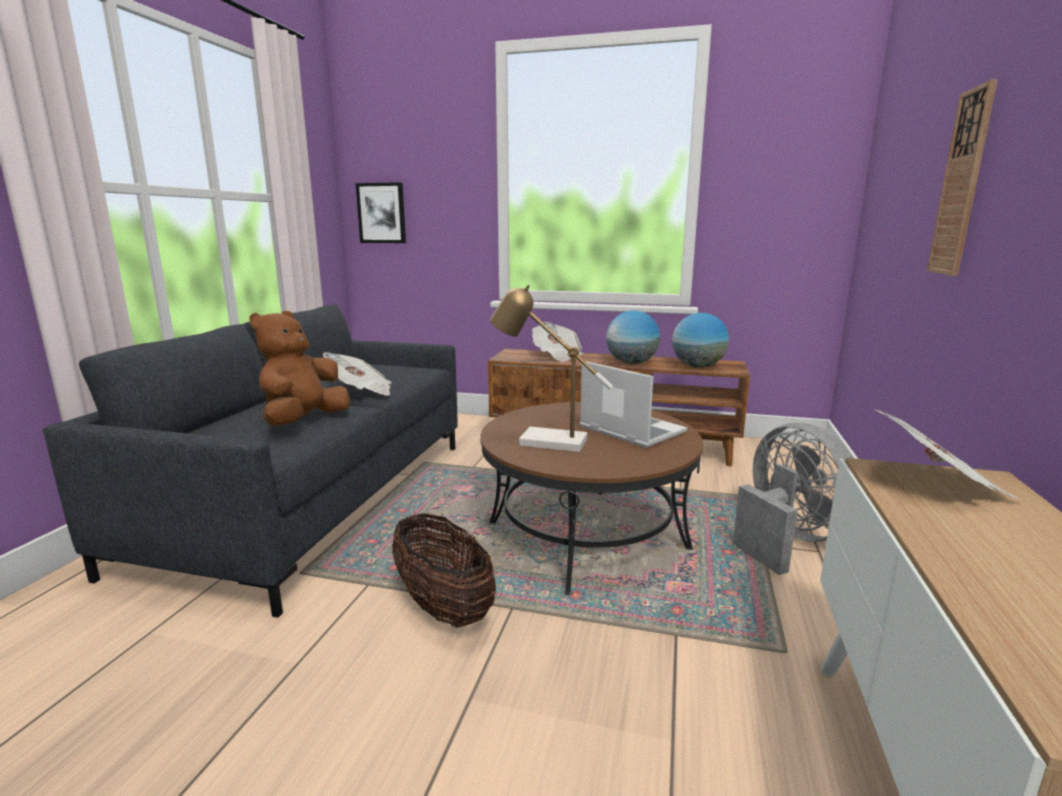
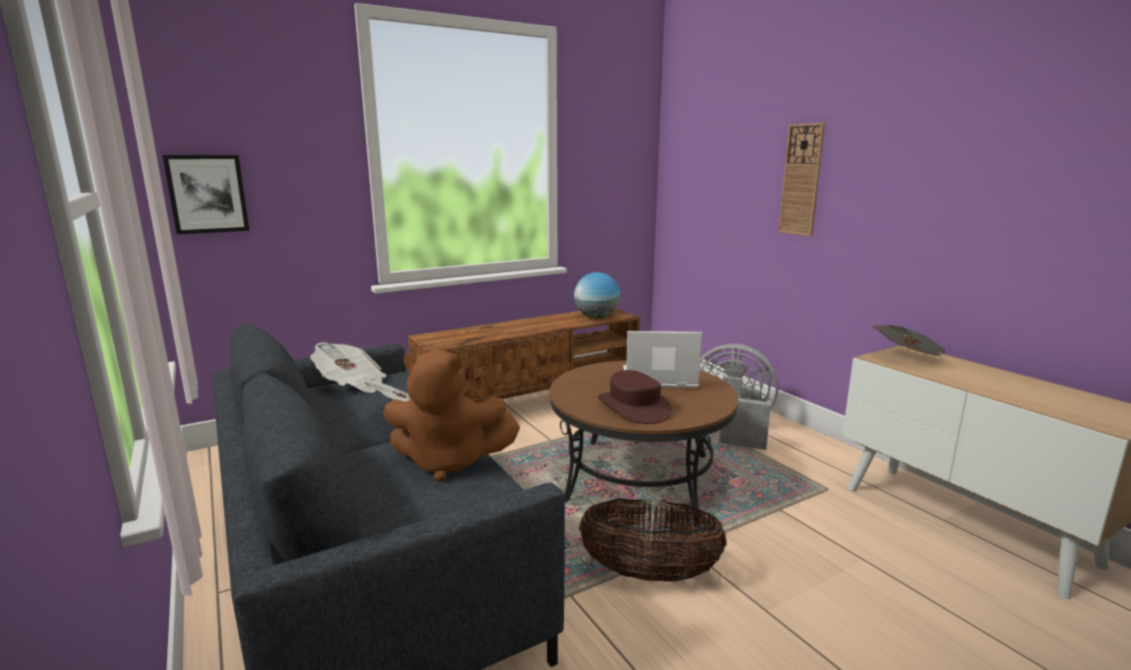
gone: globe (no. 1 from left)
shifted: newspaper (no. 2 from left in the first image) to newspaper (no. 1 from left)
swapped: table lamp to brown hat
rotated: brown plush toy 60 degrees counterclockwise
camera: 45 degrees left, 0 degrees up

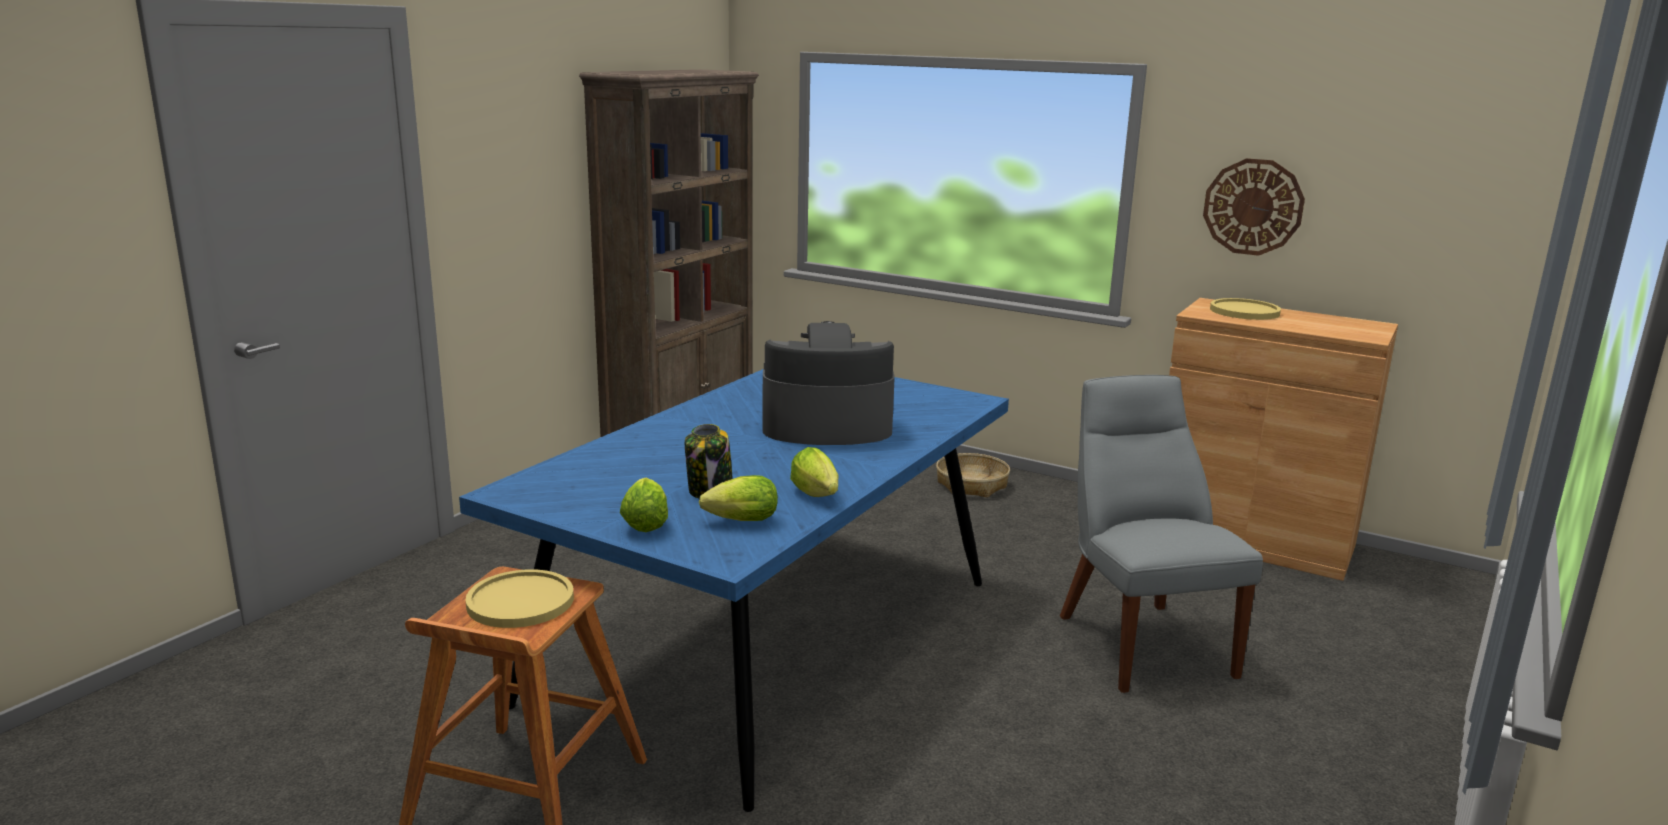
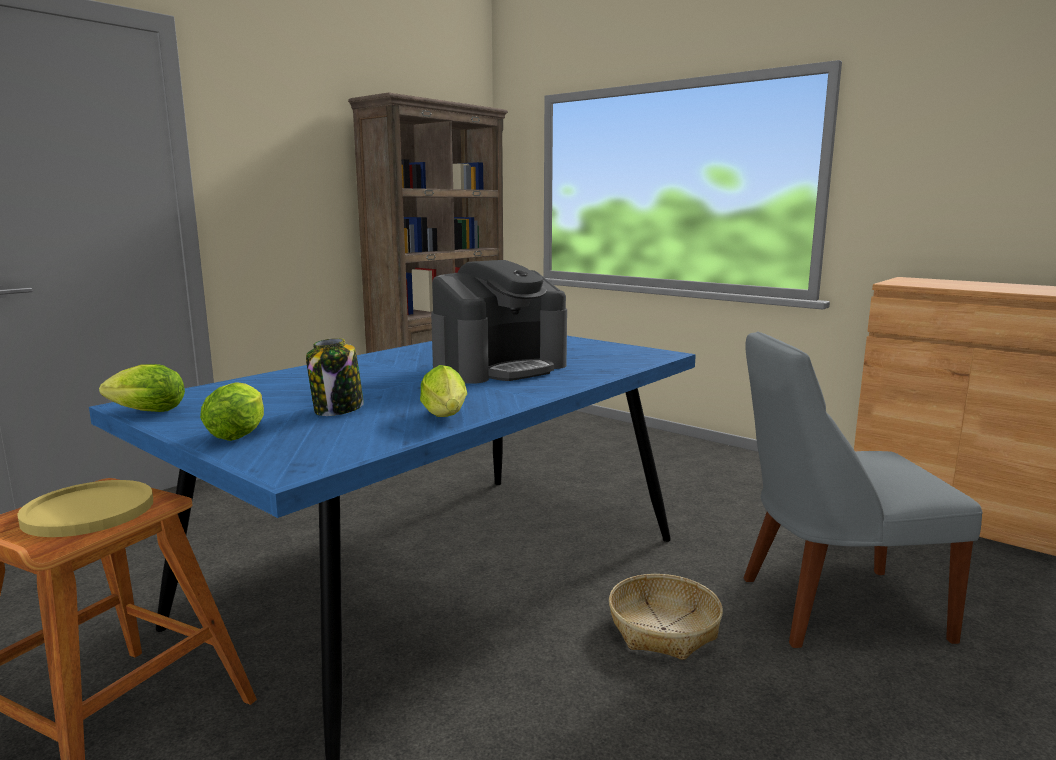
gone: wall clock; yellow plate (no. 2 from left)
shifted: basket; lettuce (no. 2 from left in the first image) to lettuce (no. 1 from left)
rotated: coffee machine 135 degrees clockwise; grey chair 90 degrees counterclockwise
camera: 10 degrees right, 5 degrees down

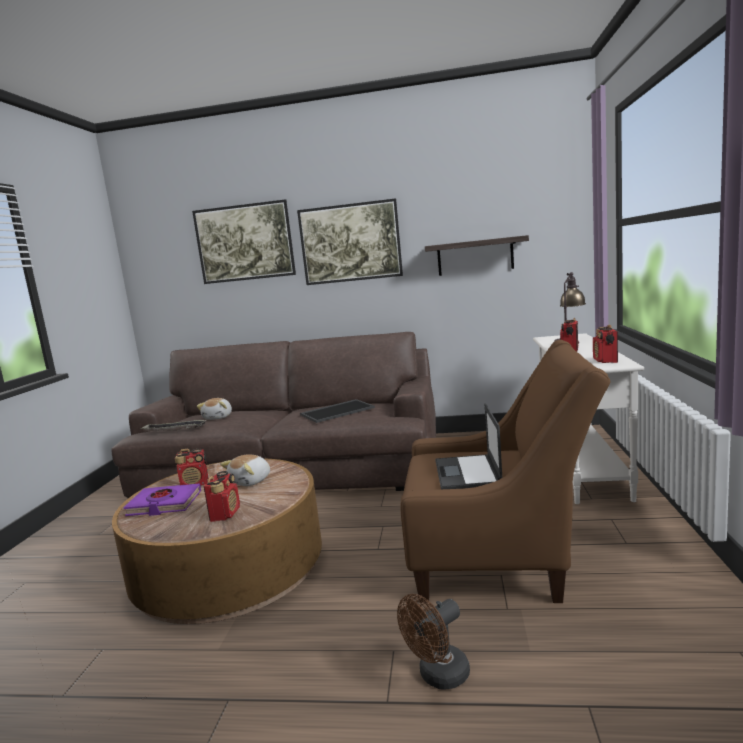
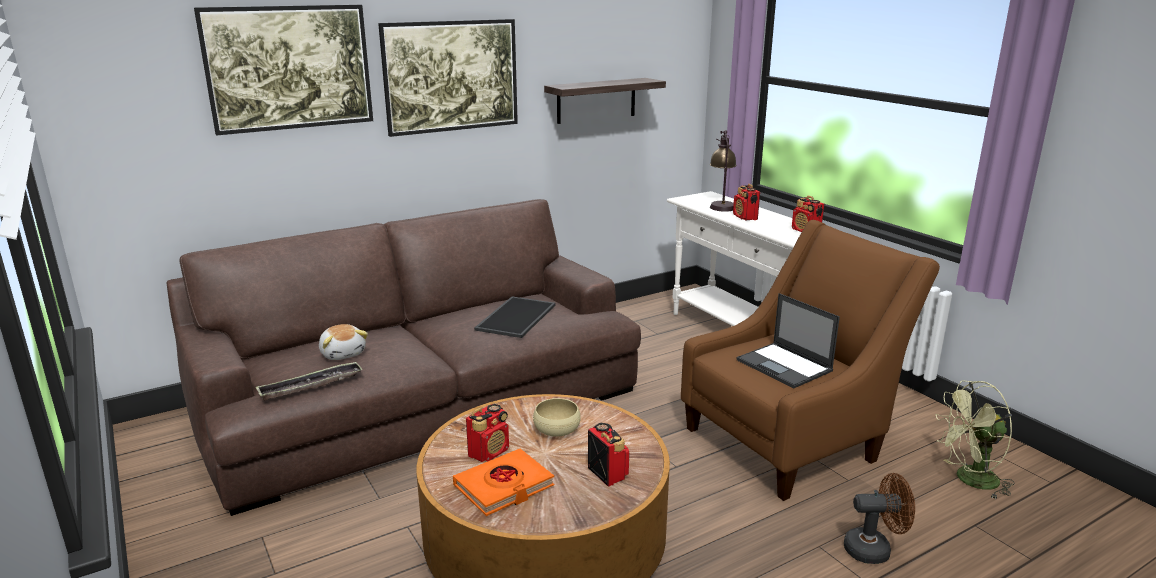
new: green fan
swapped: plush toy (no. 2 from left) to beige bowl
repainted: purple book to orange book
rotated: brown fan 105 degrees counterclockwise
camera: 40 degrees left, 10 degrees up

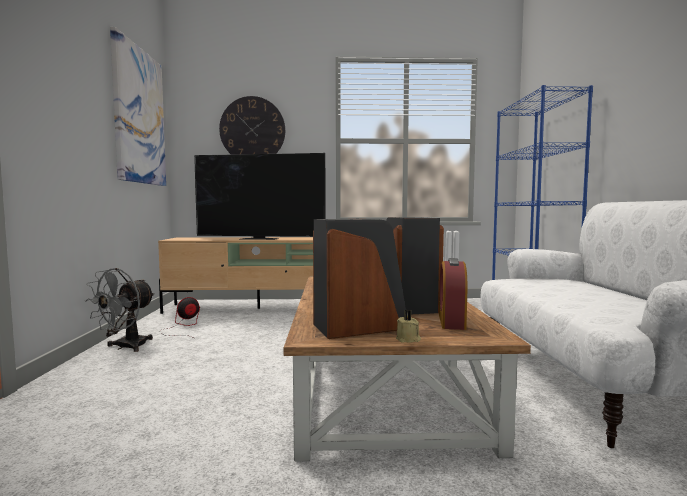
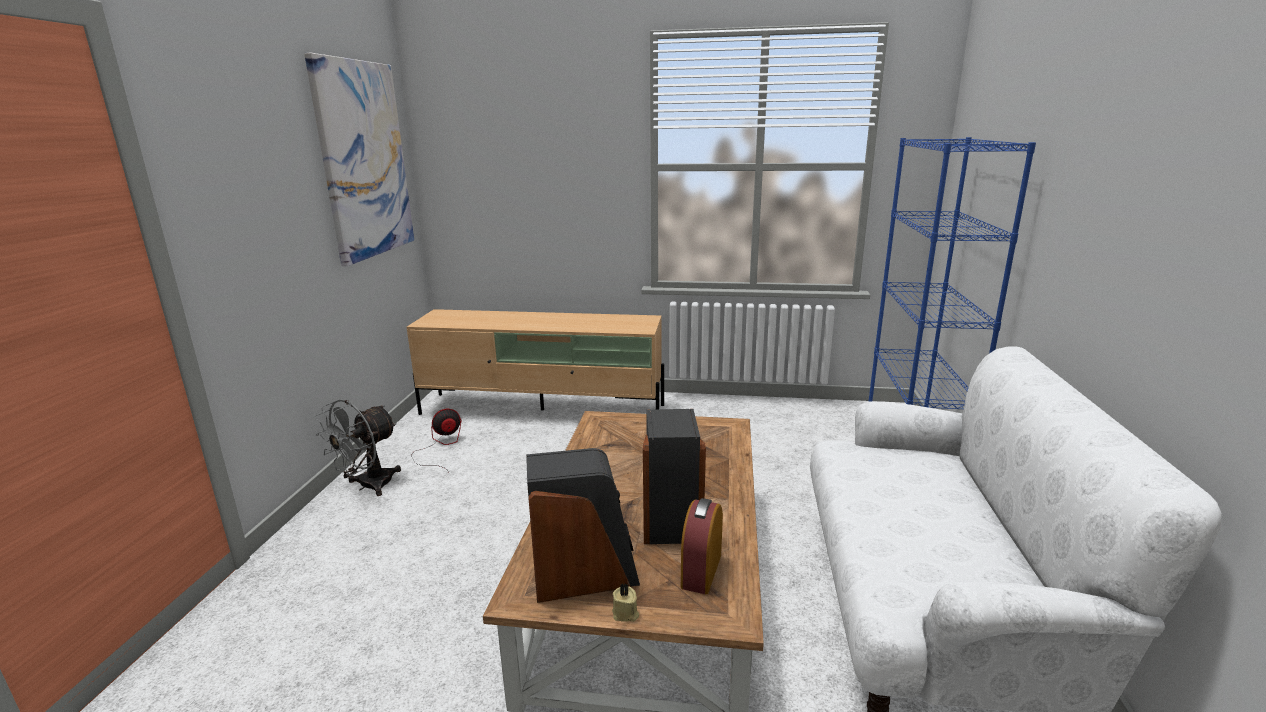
gone: wall clock; television
camera: 10 degrees right, 15 degrees up

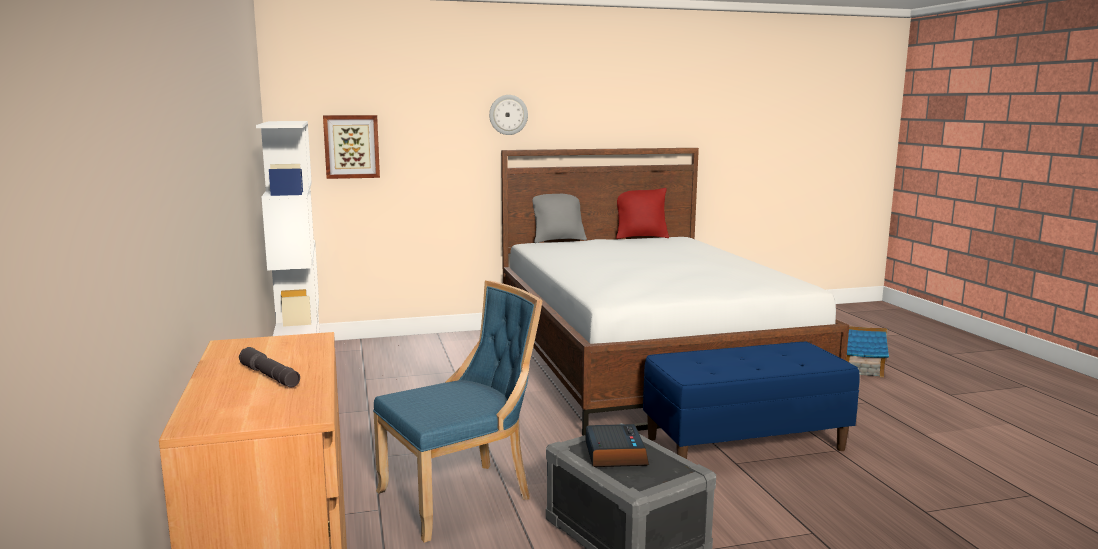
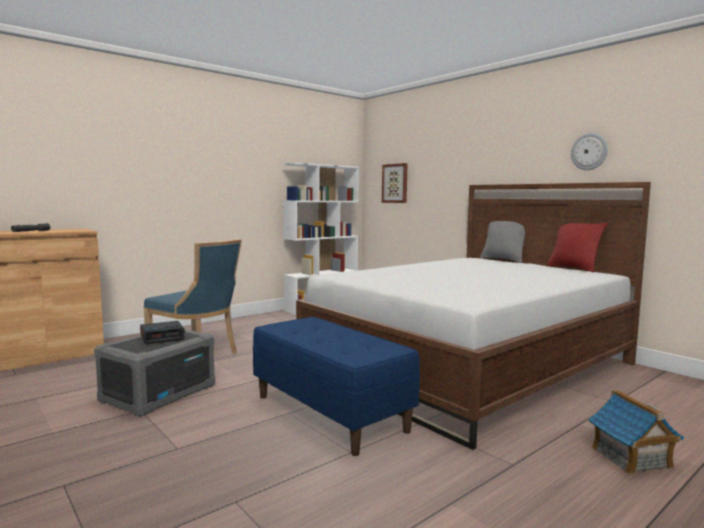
shifted: wall clock
camera: 65 degrees right, 5 degrees down

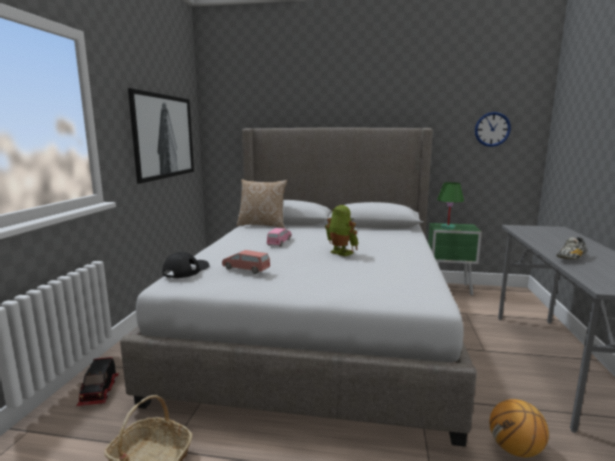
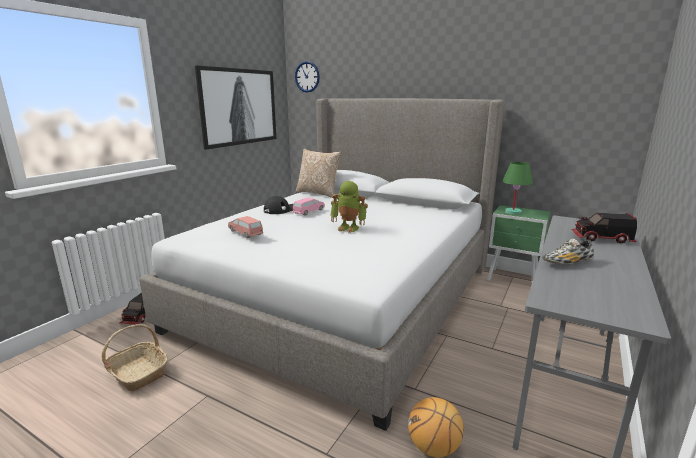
new: toy truck (no. 2 from left)
shifted: wall clock; black cap
rotated: toy robot 135 degrees clockwise
camera: 20 degrees right, 5 degrees up

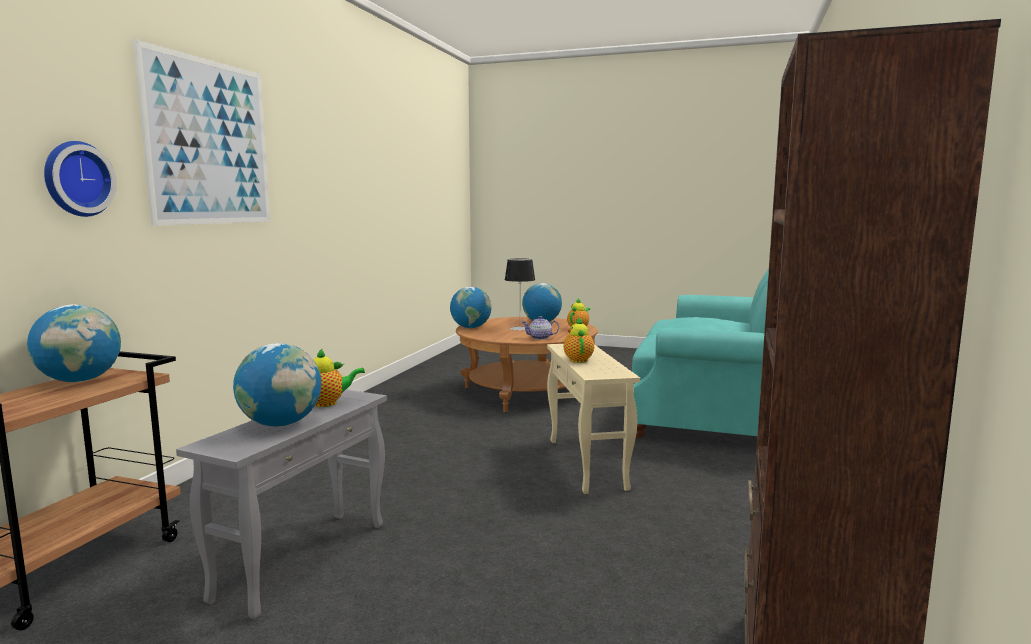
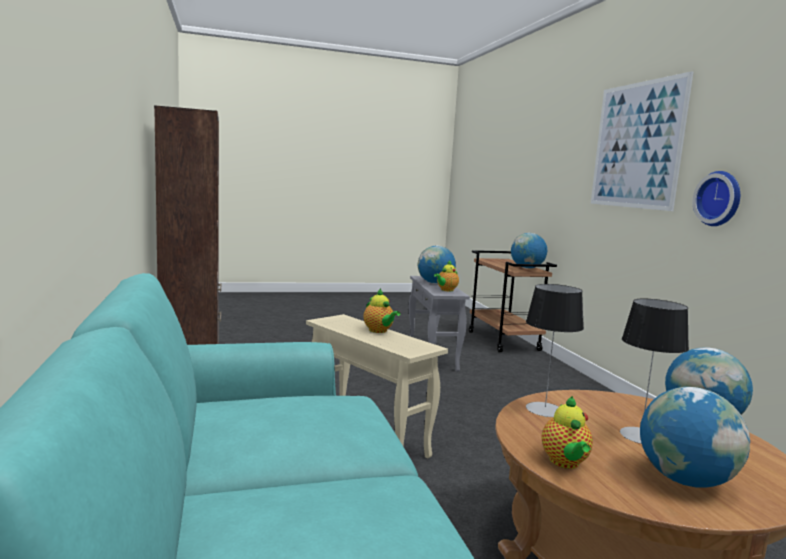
shifted: wall clock
swapped: teapot (no. 2 from left) to table lamp (no. 1 from left)
camera: 145 degrees right, 0 degrees up

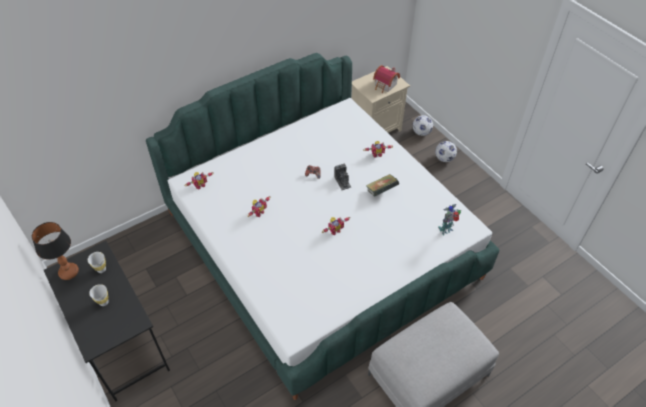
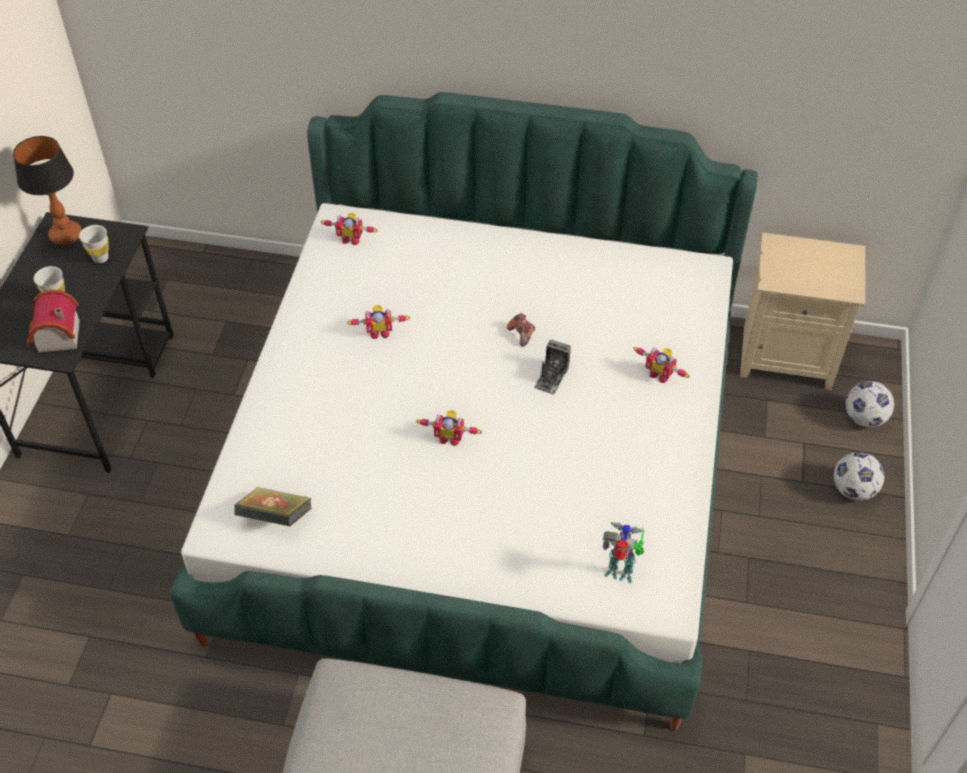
shifted: toy house; book
camera: 45 degrees right, 0 degrees up

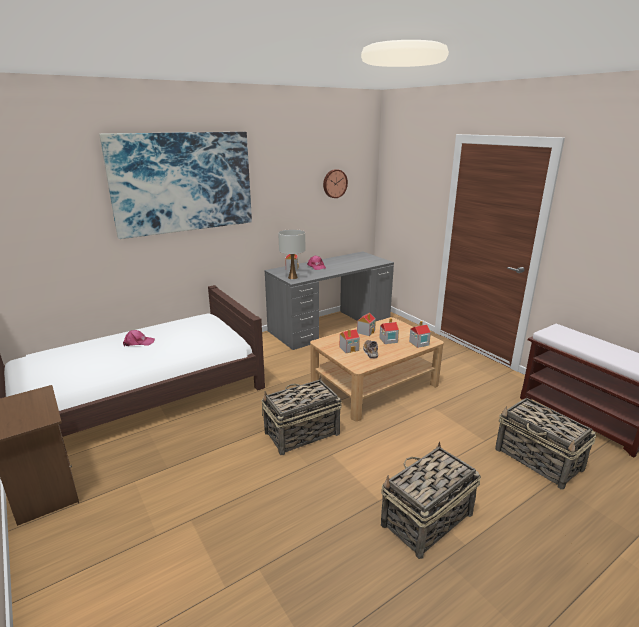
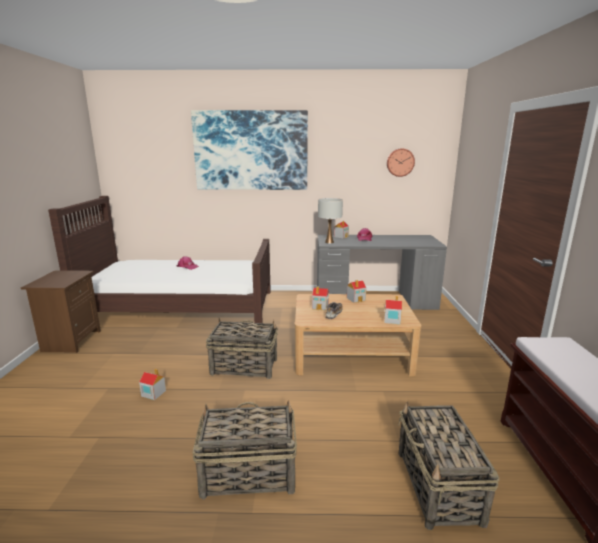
shifted: toy house (no. 4 from left in the first image) to toy house (no. 1 from left)
camera: 35 degrees right, 5 degrees down

